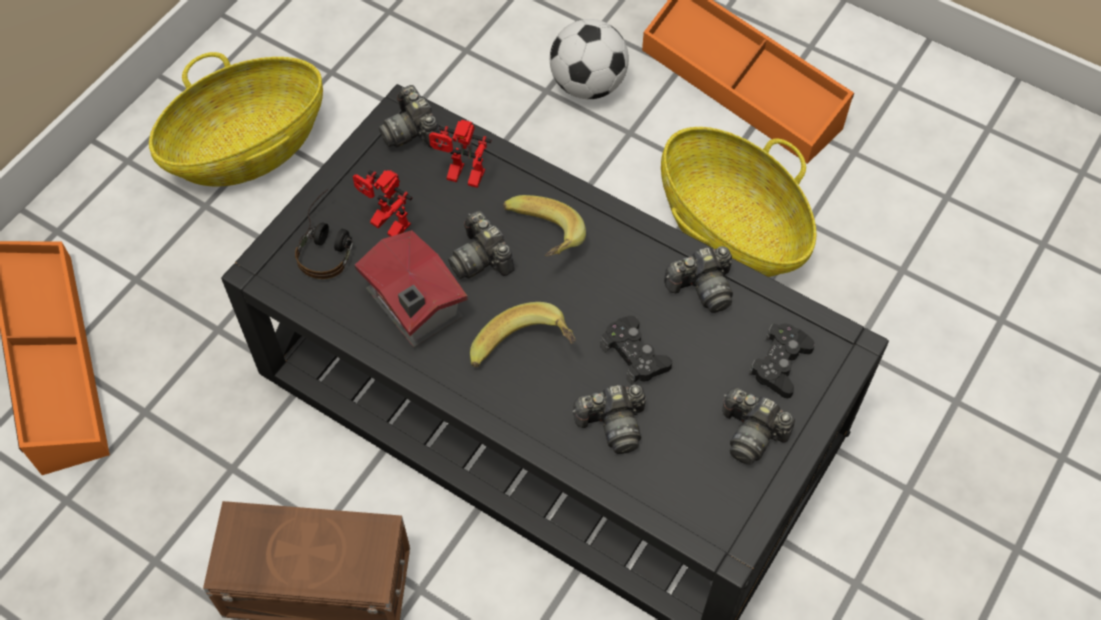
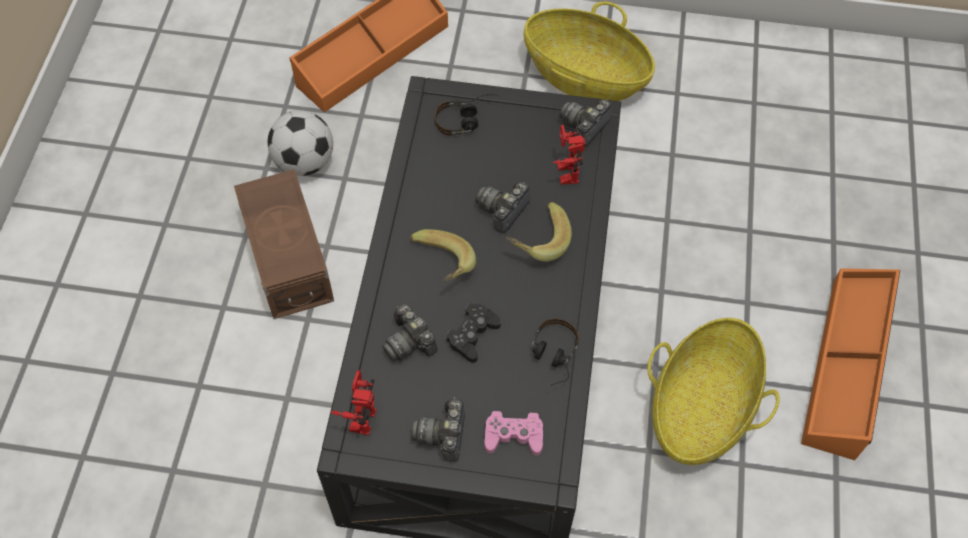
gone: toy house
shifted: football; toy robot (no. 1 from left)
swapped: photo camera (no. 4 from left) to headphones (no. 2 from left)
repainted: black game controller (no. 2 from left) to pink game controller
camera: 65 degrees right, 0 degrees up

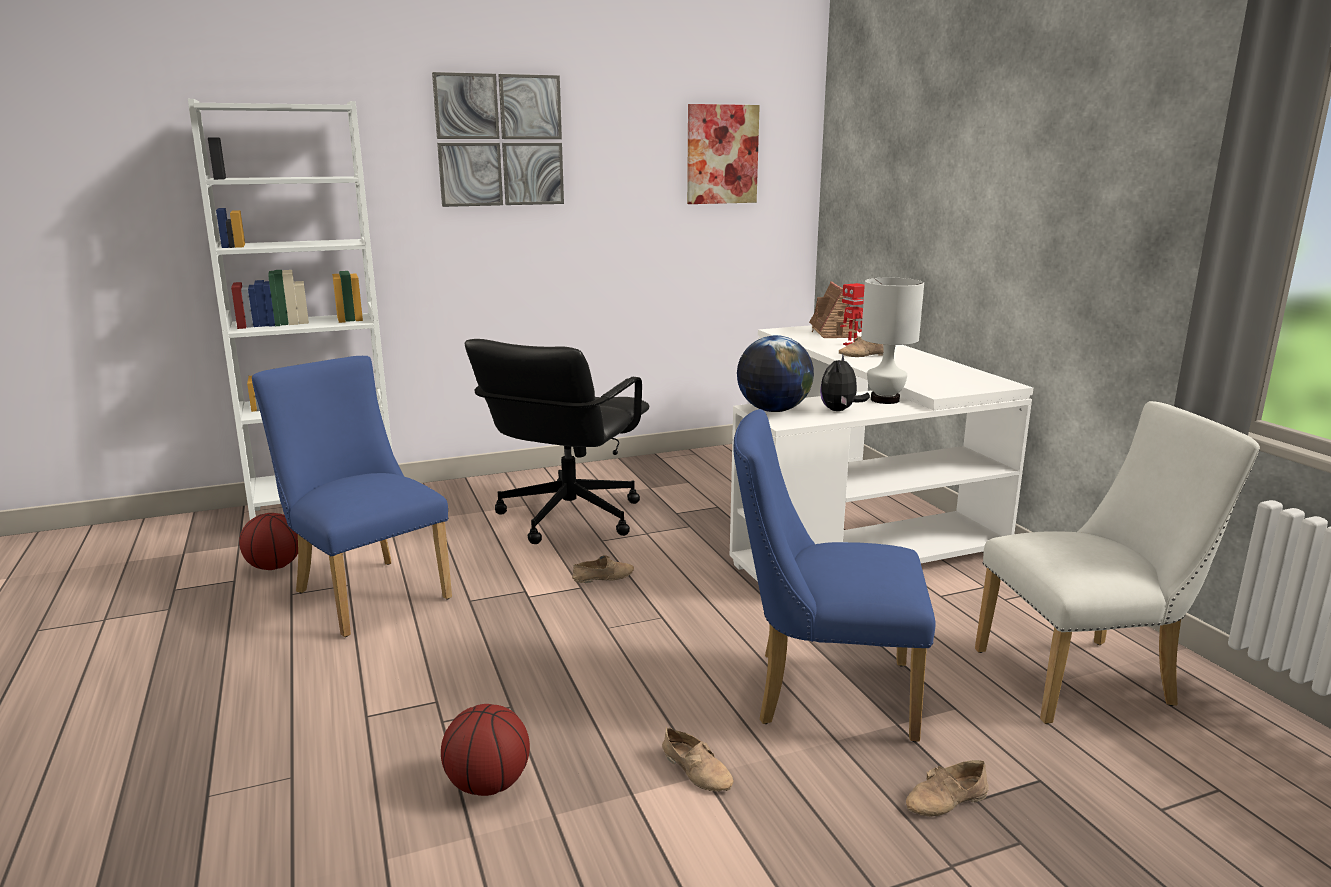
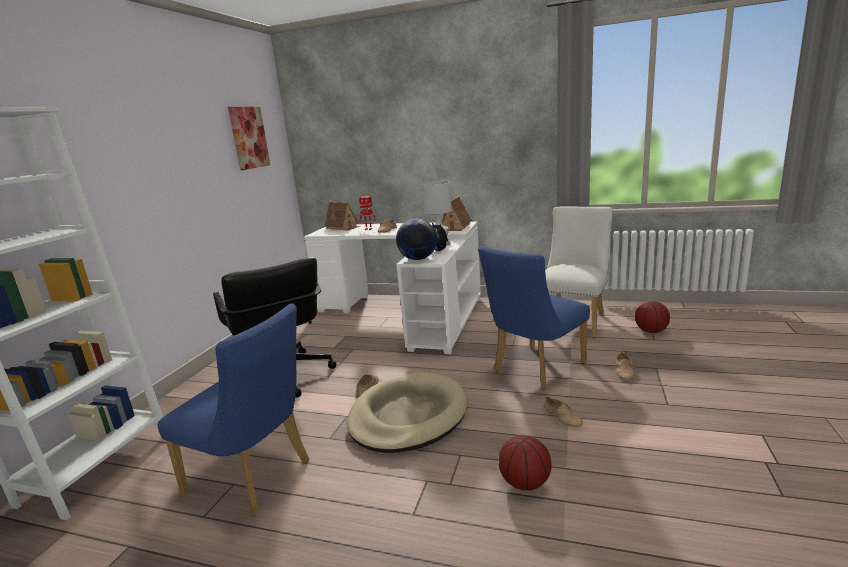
gone: picture (no. 1 from left)
new: toy house (no. 2 from left); beige dog bed
shifted: basketball (no. 1 from left in the first image) to basketball (no. 2 from left)
rotated: blue chair (no. 1 from left) 150 degrees counterclockwise; beige shoe (no. 2 from left in the first image) 60 degrees clockwise
camera: 50 degrees left, 0 degrees up

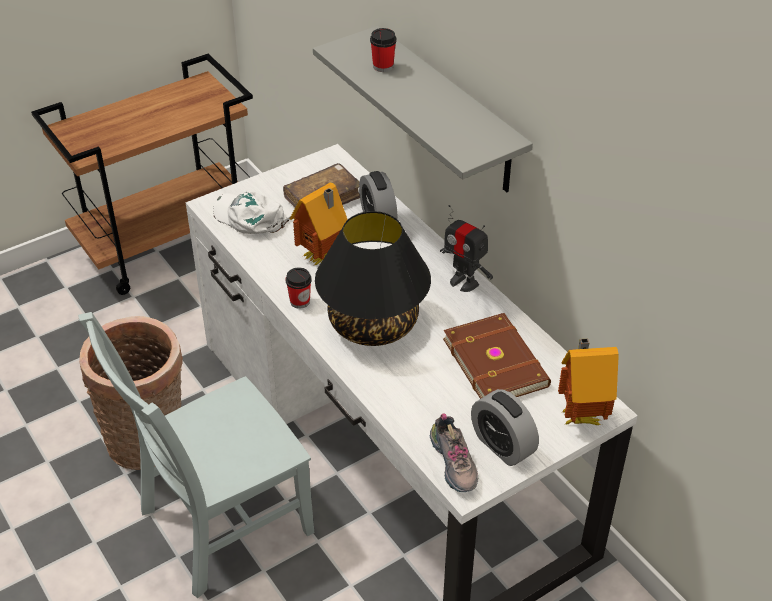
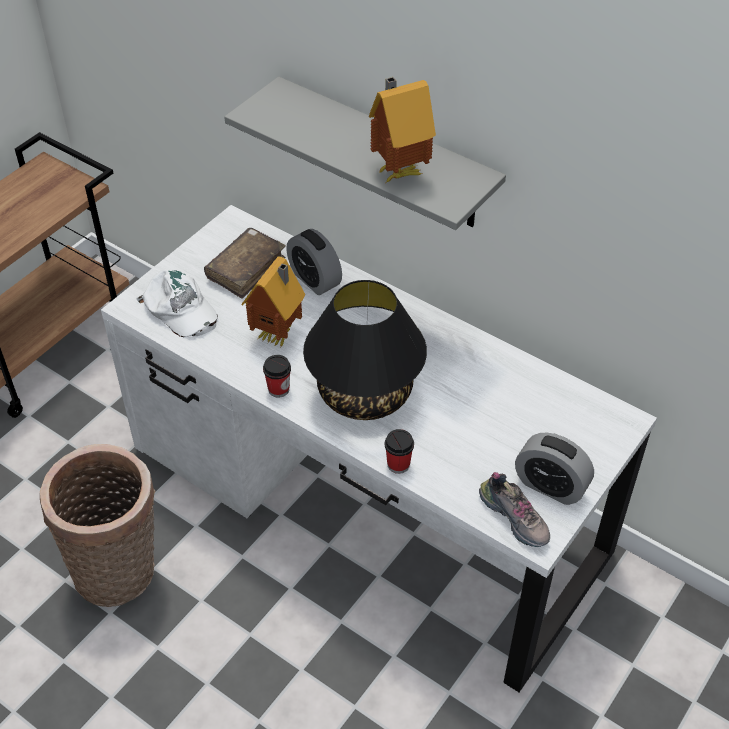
gone: toy robot; grey chair; brown book (no. 2 from left)
shifted: cup (no. 2 from left); toy house (no. 2 from left)
rotated: white cap 150 degrees counterclockwise
camera: 20 degrees left, 5 degrees up

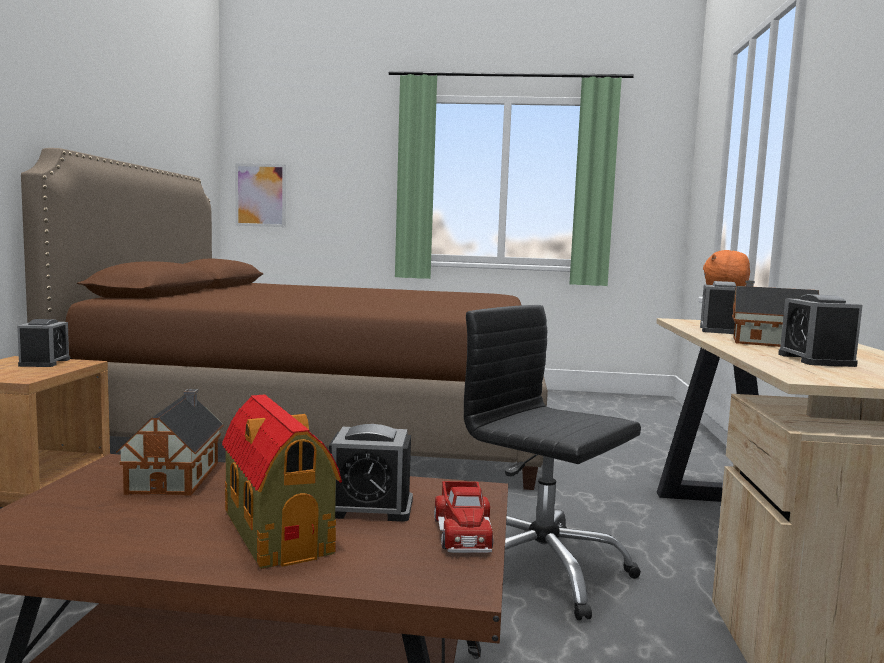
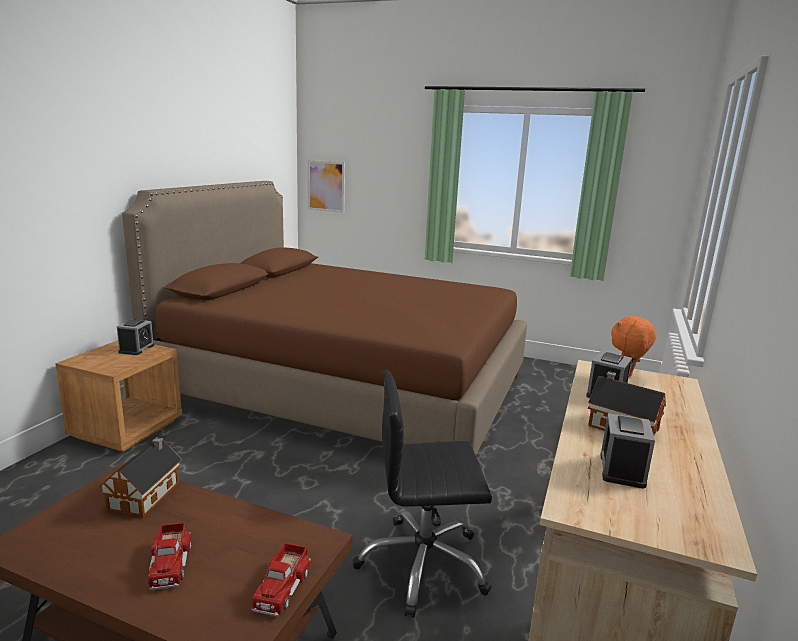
gone: alarm clock (no. 2 from left)
swapped: toy house (no. 2 from left) to toy truck (no. 1 from left)
rotated: black office chair 60 degrees counterclockwise
camera: 15 degrees right, 10 degrees up

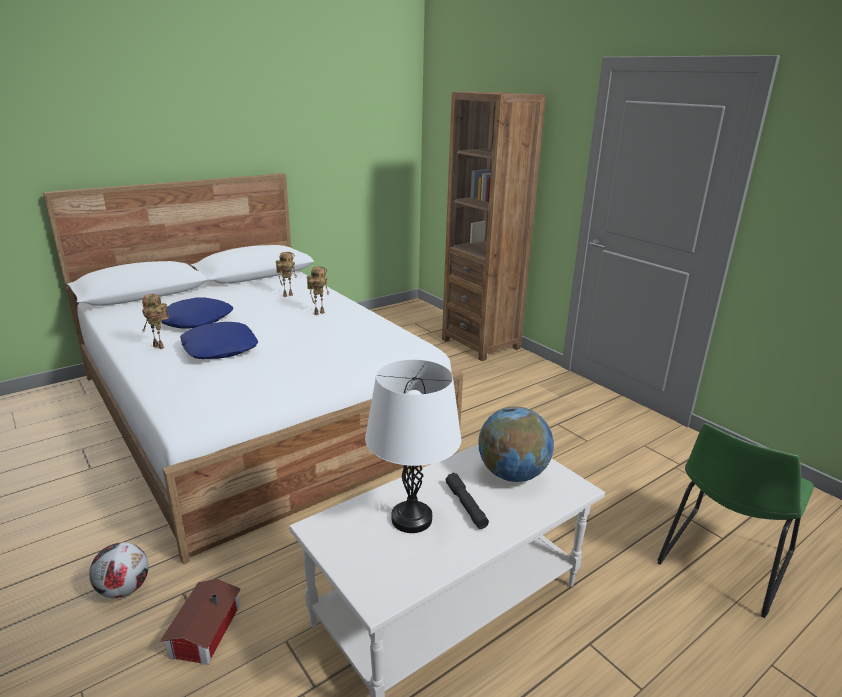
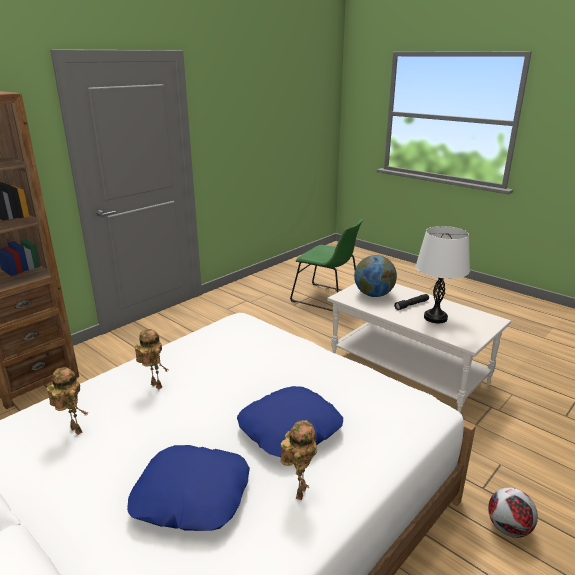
gone: toy house
camera: 100 degrees left, 0 degrees up

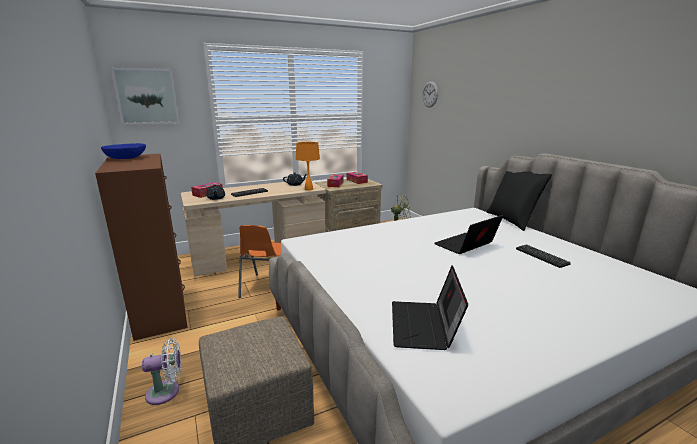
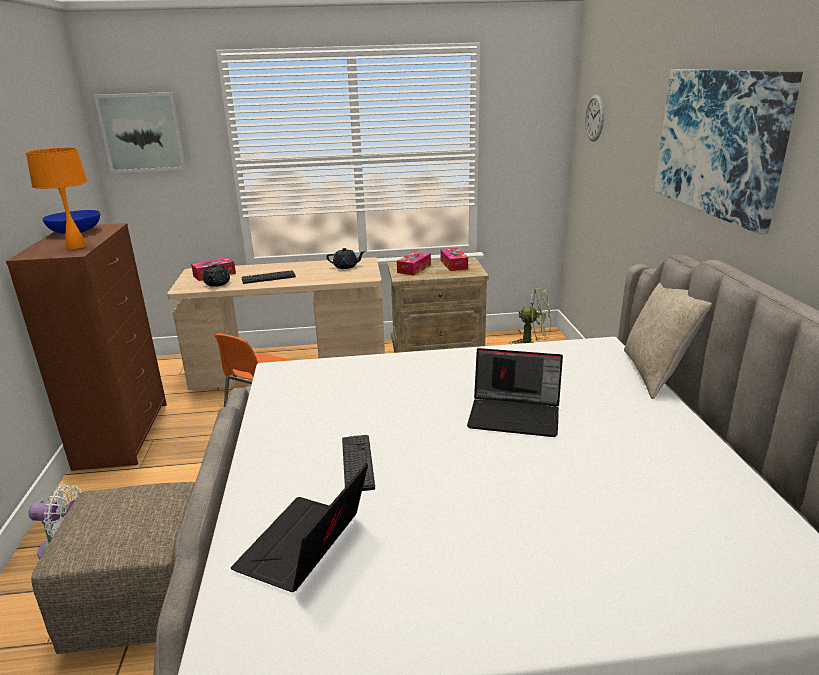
new: picture (no. 2 from left)
shifted: orange table lamp; keyboard (no. 2 from left)
repainted: black pillow to beige pillow
rotated: laptop (no. 2 from left) 150 degrees counterclockwise
camera: 20 degrees right, 5 degrees up

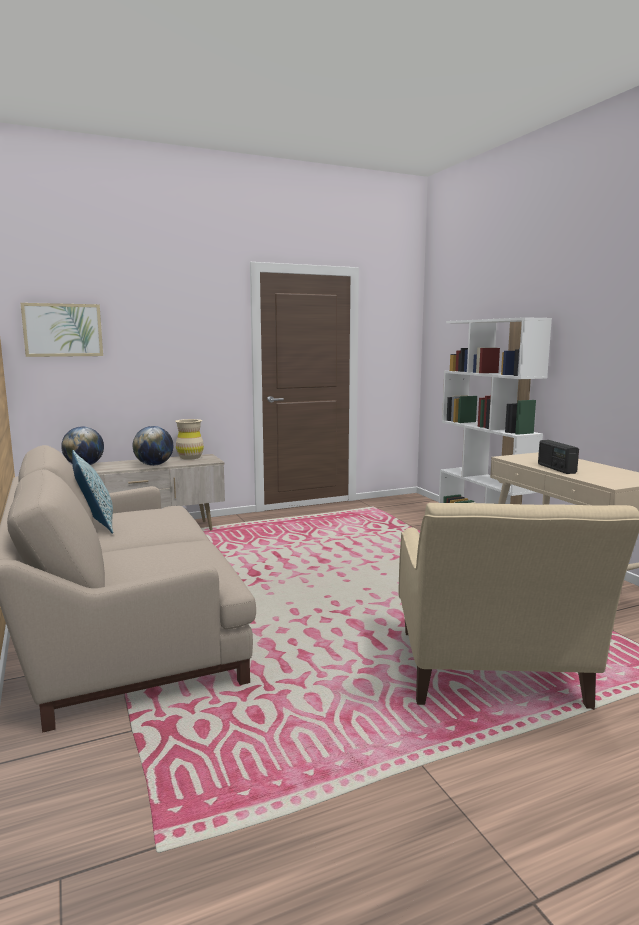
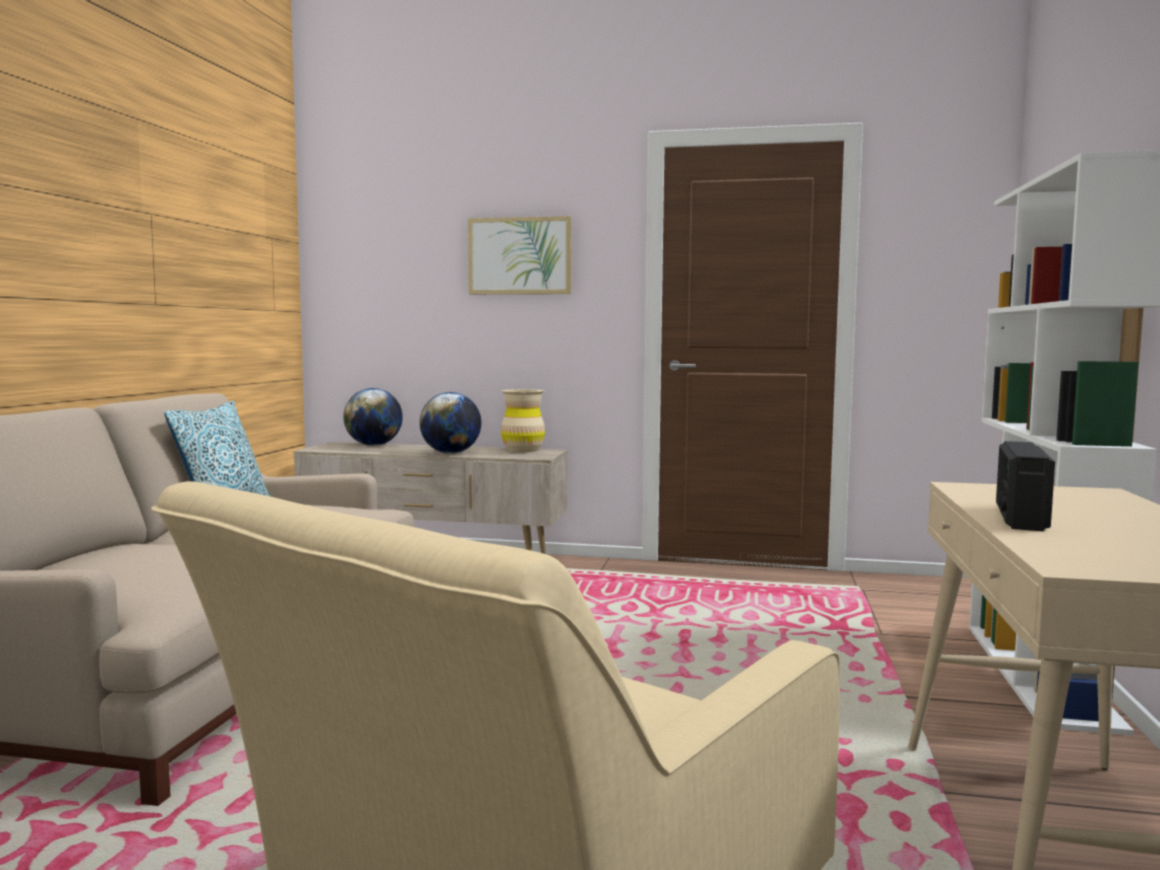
shifted: picture
camera: 35 degrees right, 5 degrees down

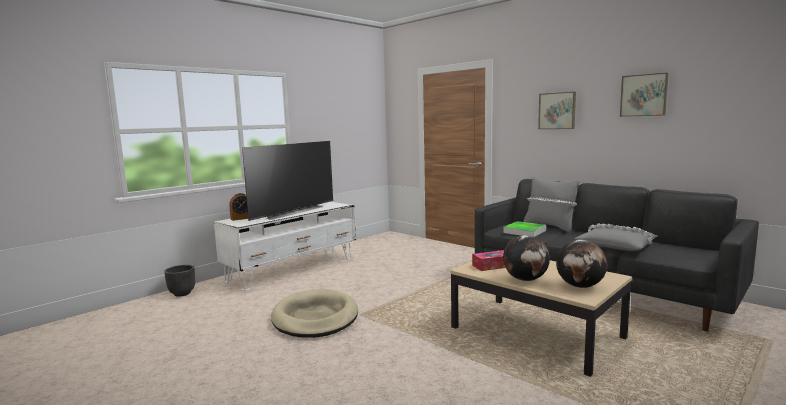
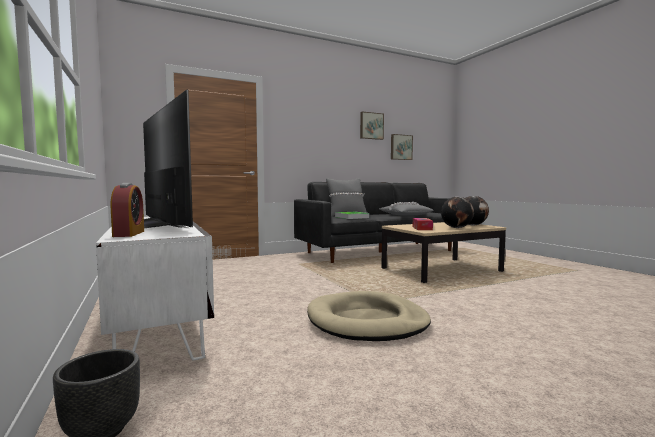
shifted: picture (no. 1 from left in the first image) to picture (no. 2 from left)
camera: 70 degrees left, 5 degrees down

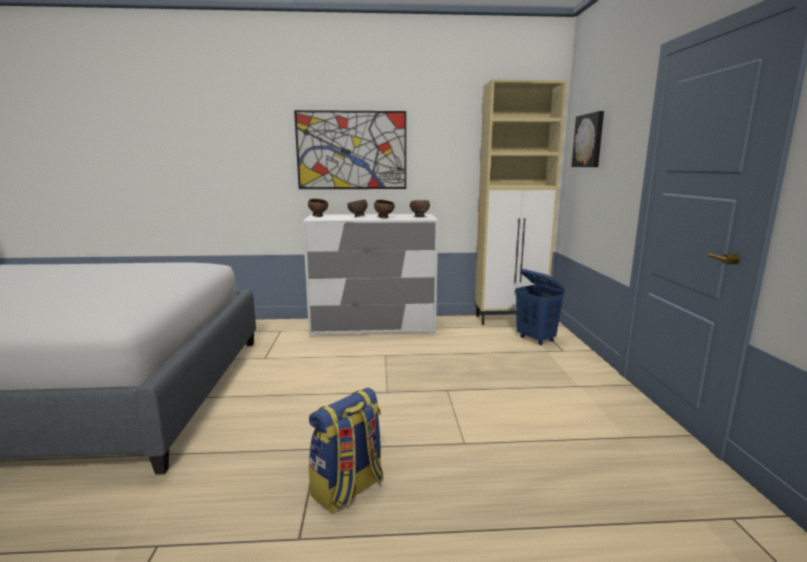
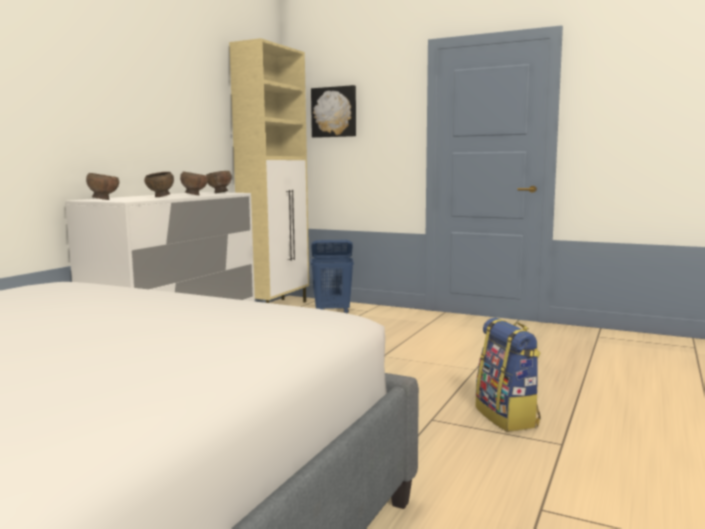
gone: picture (no. 1 from left)
camera: 60 degrees left, 5 degrees down

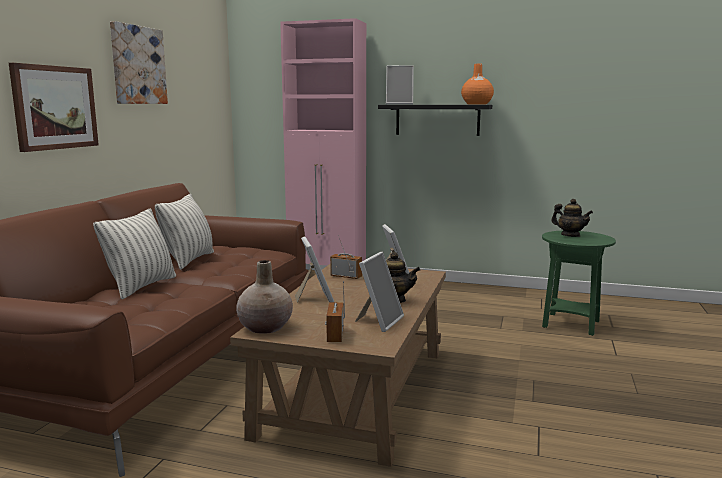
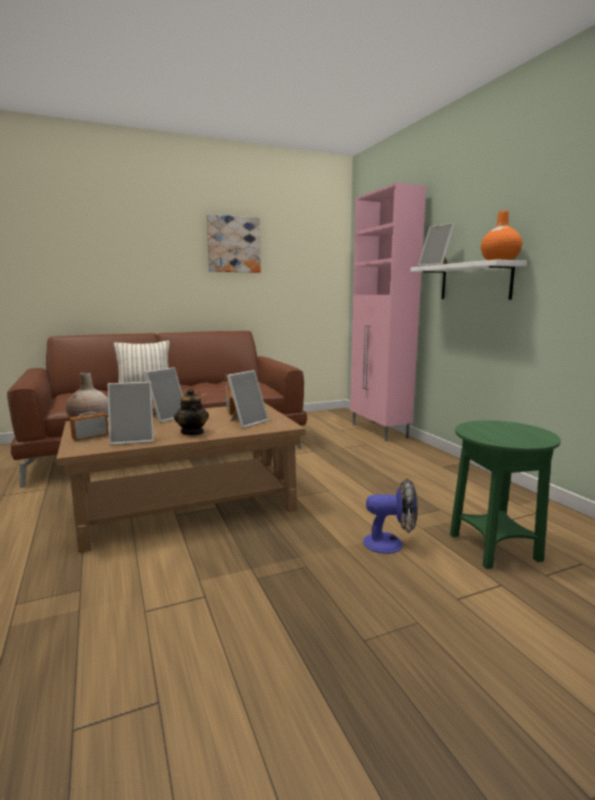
gone: picture (no. 1 from left); pillow (no. 2 from left); teapot (no. 2 from left)
new: fan
repainted: black shelf to white shelf
camera: 50 degrees right, 0 degrees up

